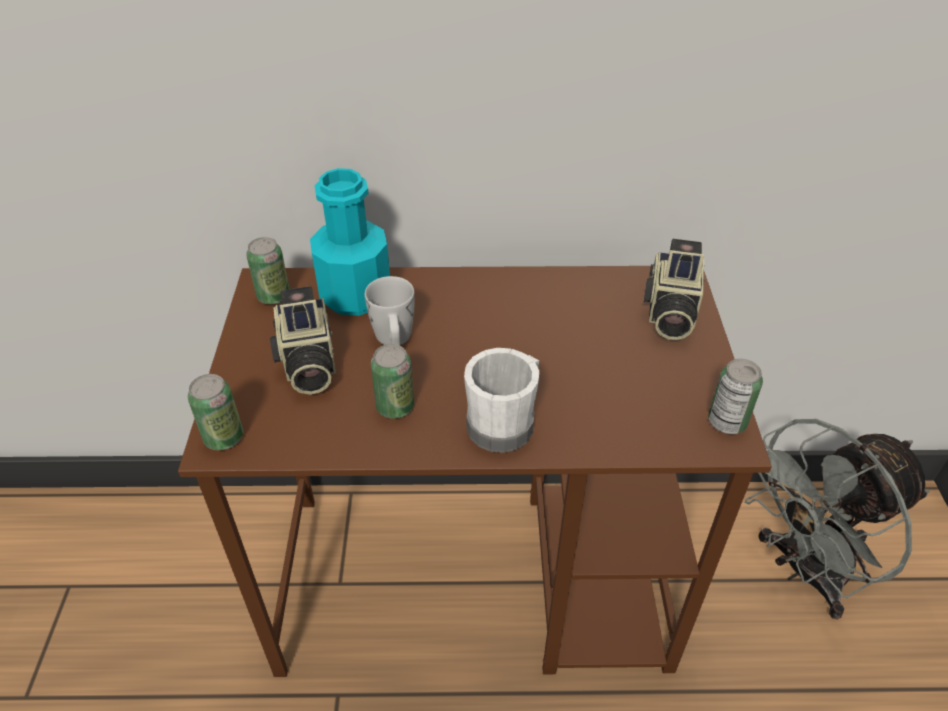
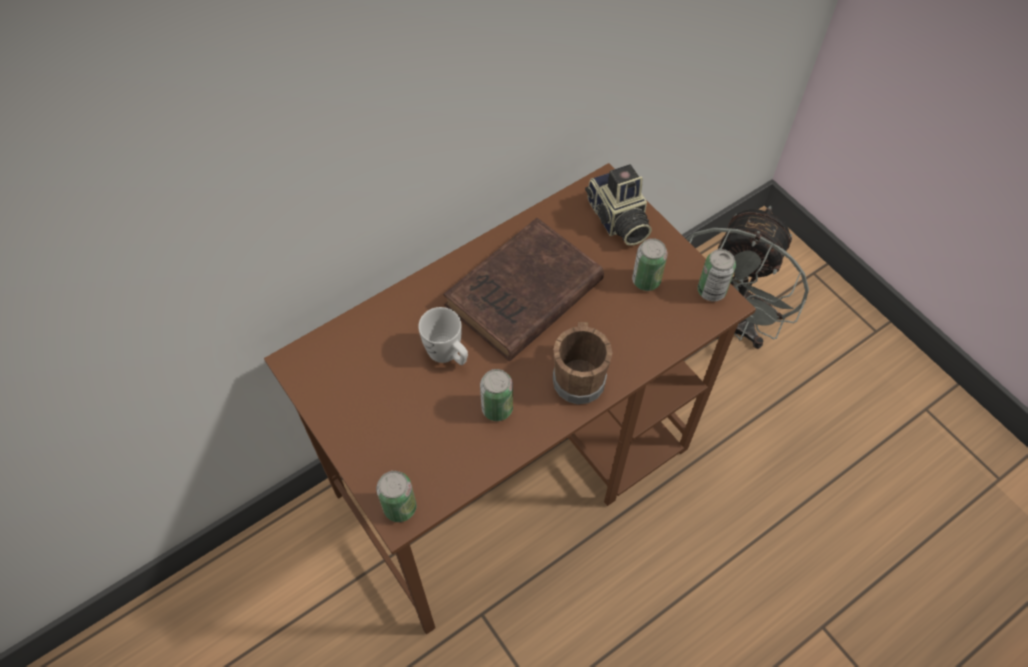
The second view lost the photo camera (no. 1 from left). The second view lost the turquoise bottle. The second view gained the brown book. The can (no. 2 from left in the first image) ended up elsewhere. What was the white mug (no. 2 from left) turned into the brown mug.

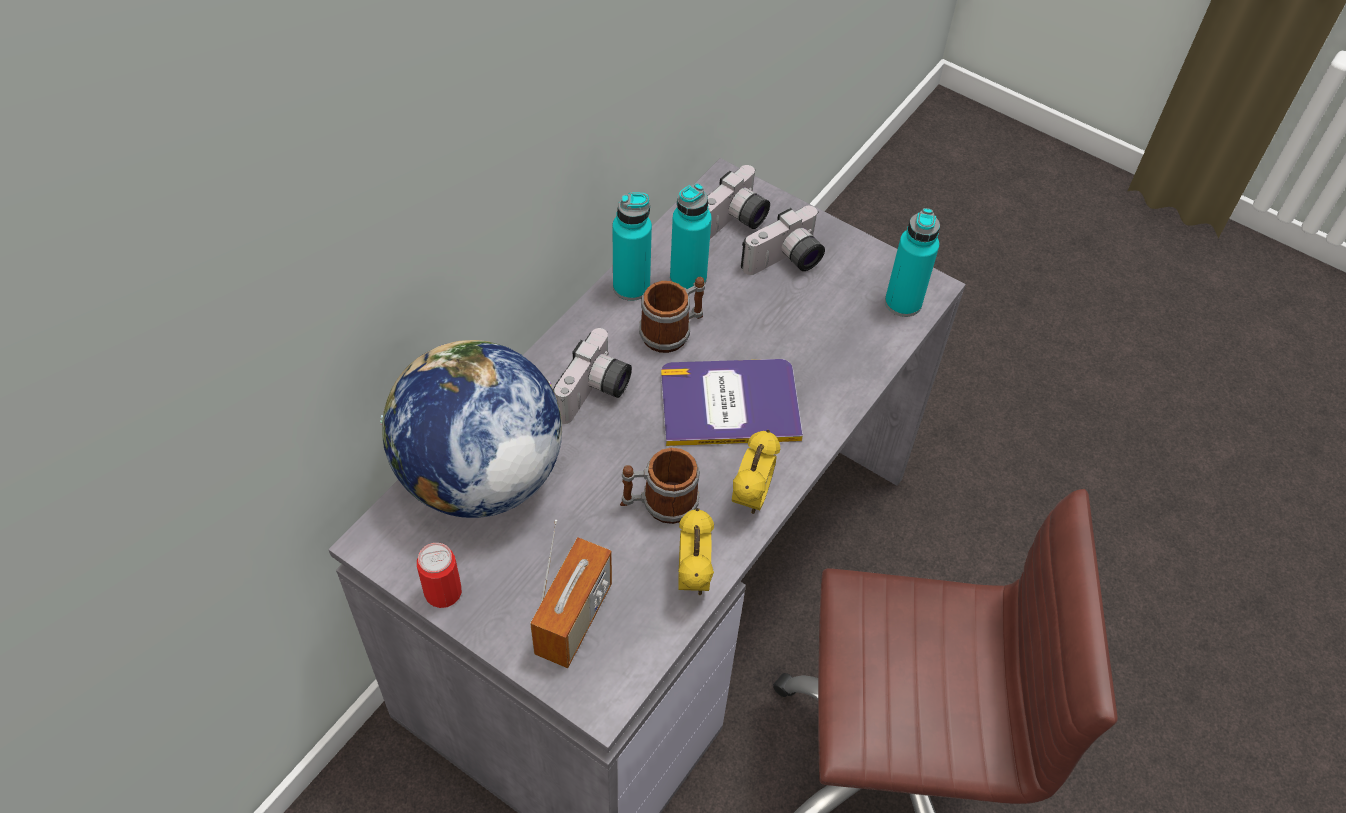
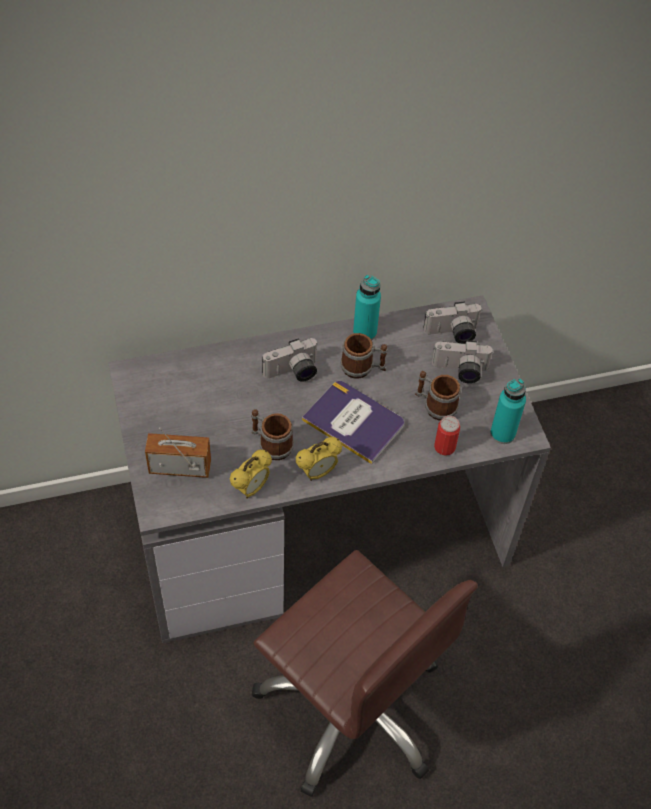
The second view lost the globe. The second view lost the turquoise bottle (no. 2 from left). The second view gained the mug (no. 3 from left). The can ended up elsewhere. The radio ended up facing another way, 150 degrees counterclockwise from before.

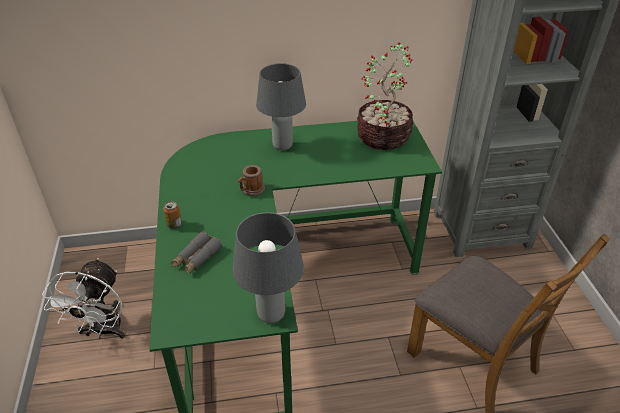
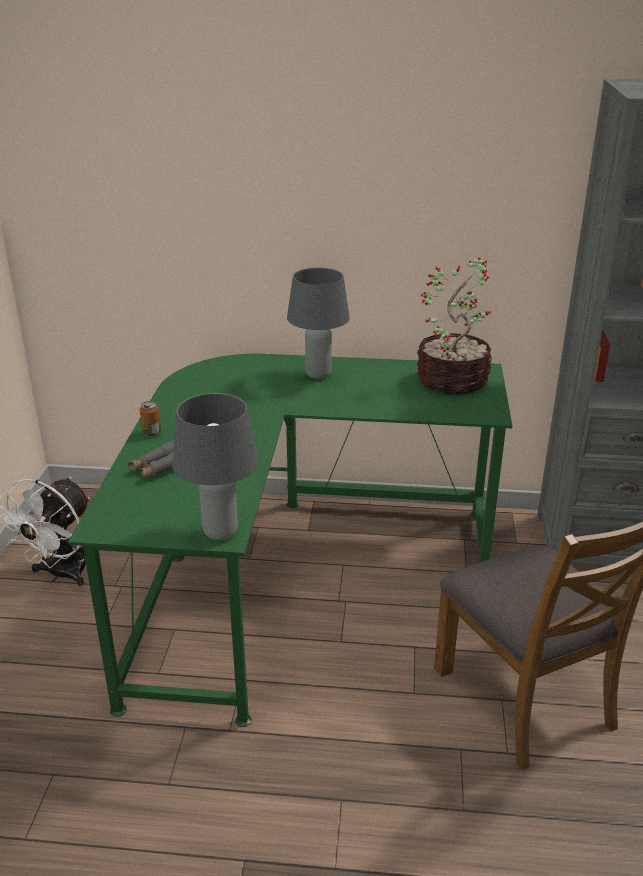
The second view lost the mug.

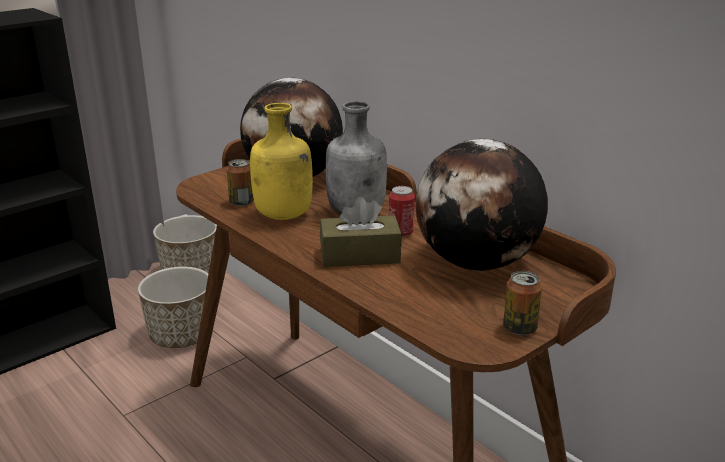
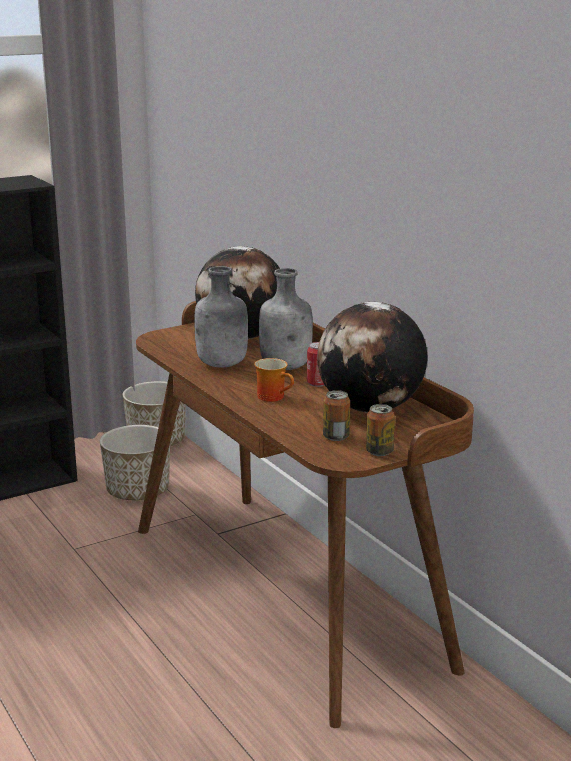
The can (no. 1 from left in the first image) ended up elsewhere. Where the brown tissue box stood, the mug came to stand. What was the yellow bottle turned into the grey bottle (no. 1 from left).

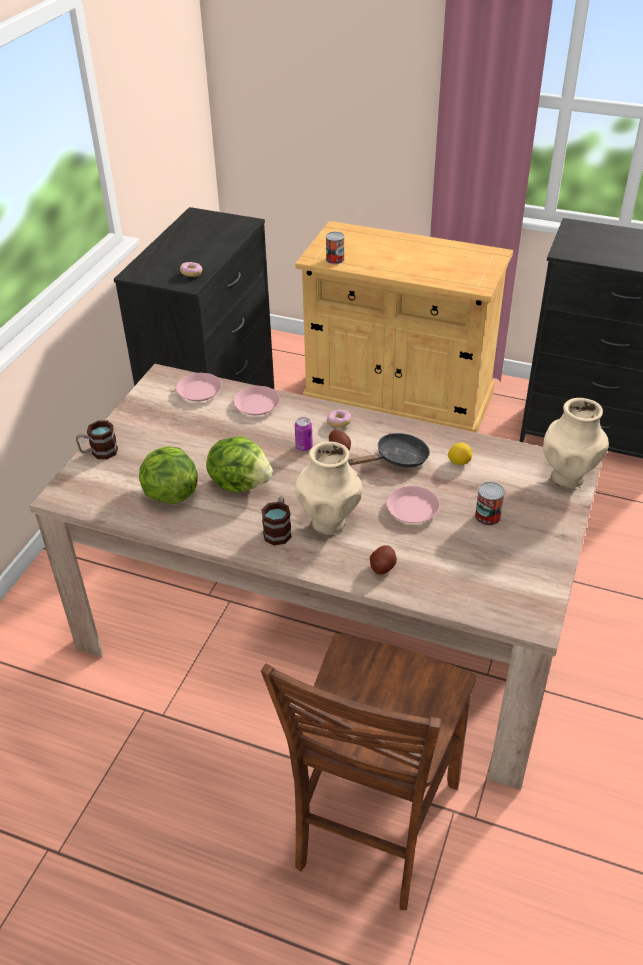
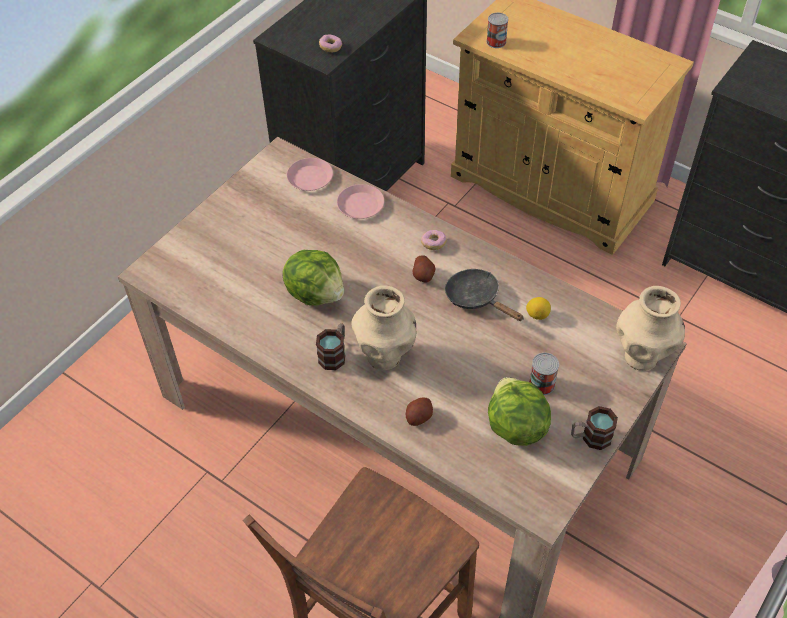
The second view lost the can (no. 1 from left). The second view lost the pink plate (no. 3 from left). The mug (no. 1 from left in the first image) ended up elsewhere. The lettuce (no. 1 from left in the first image) ended up elsewhere. The black frying pan ended up facing another way, 120 degrees counterclockwise from before.

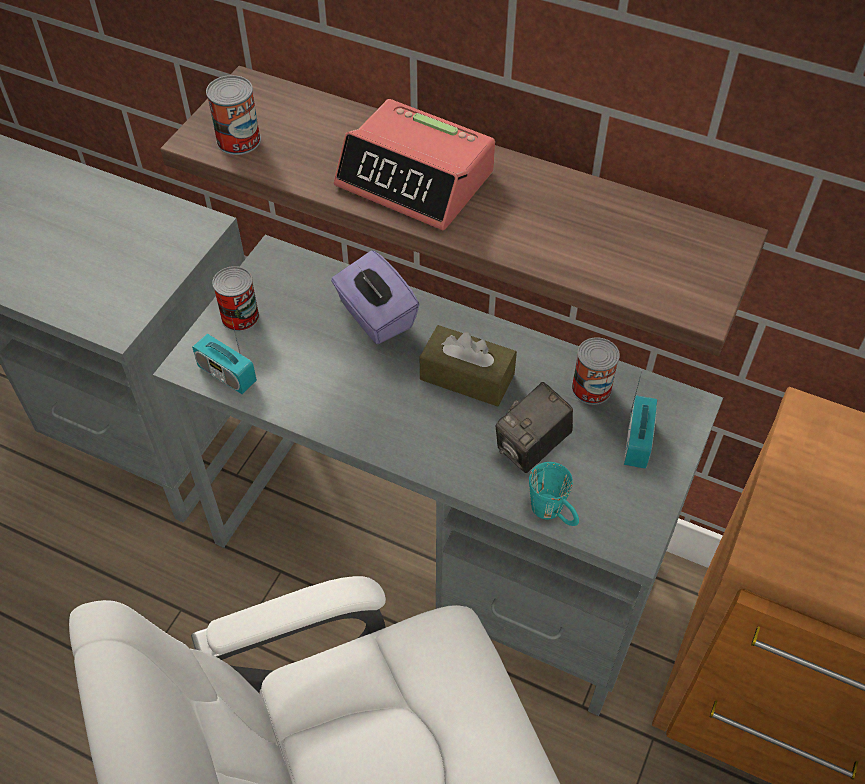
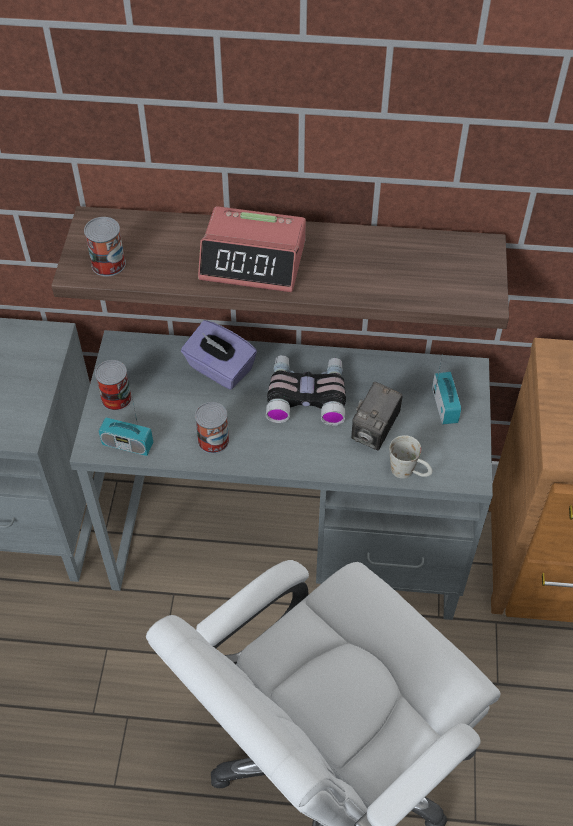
The can (no. 3 from left) ended up elsewhere. Where the brown tissue box stood, the binoculars came to stand. What was the turquoise mug turned into the white mug.

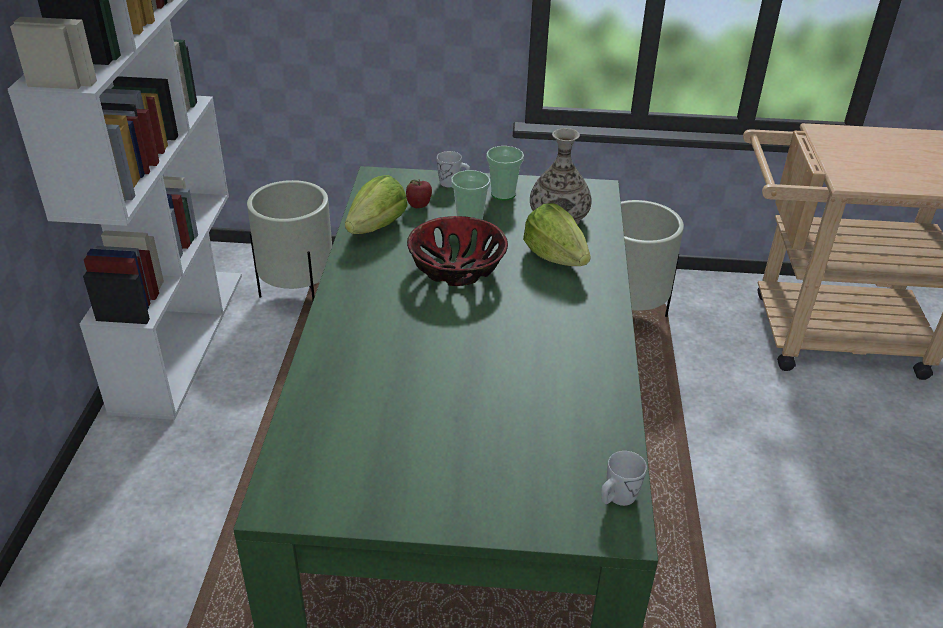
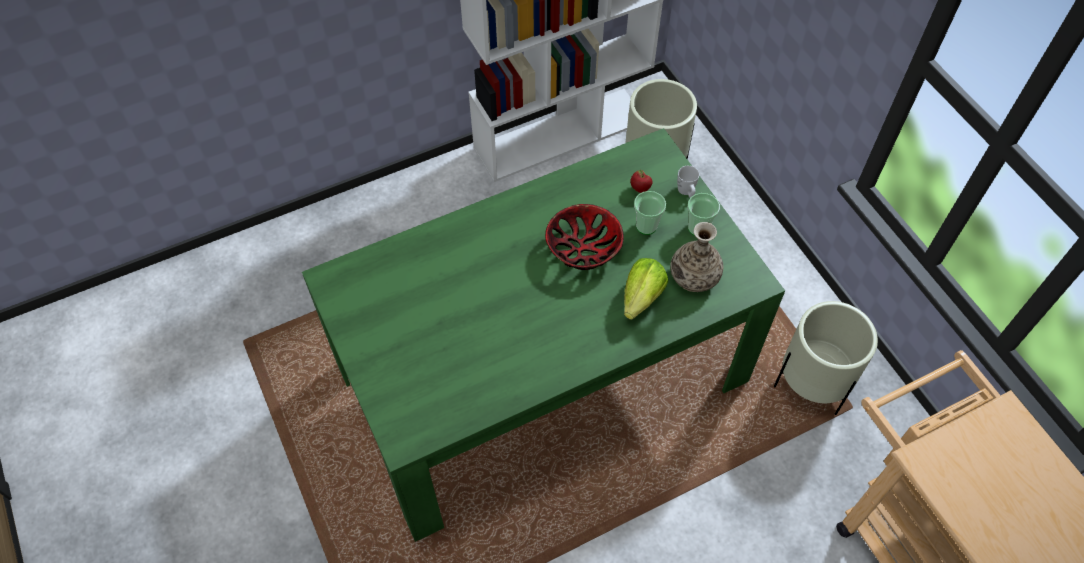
The second view lost the lettuce (no. 1 from left). The second view lost the white mug (no. 2 from left).

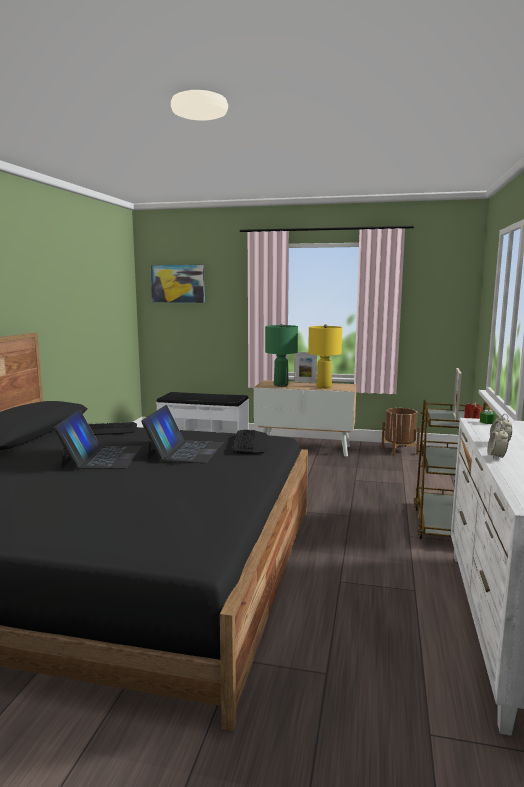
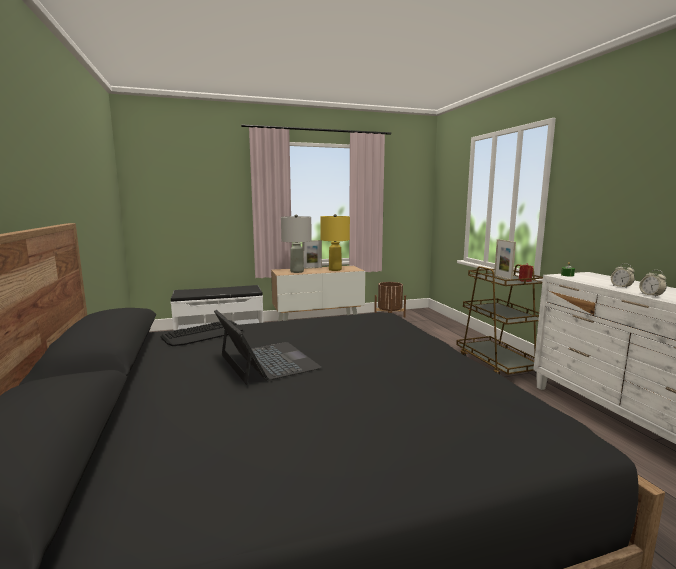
The second view lost the laptop (no. 2 from left). The second view lost the picture. The second view lost the keyboard (no. 2 from left). What was the green table lamp turned into the grey table lamp.

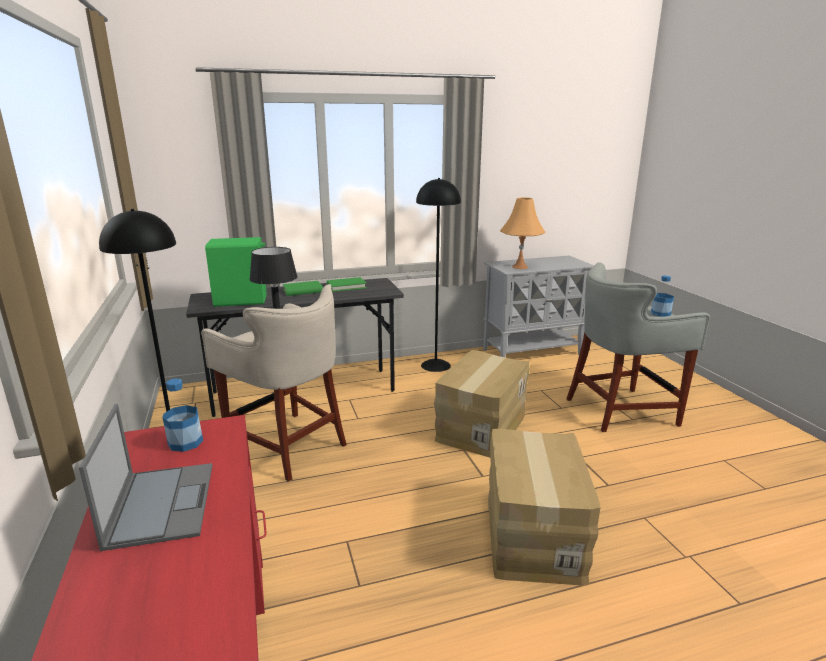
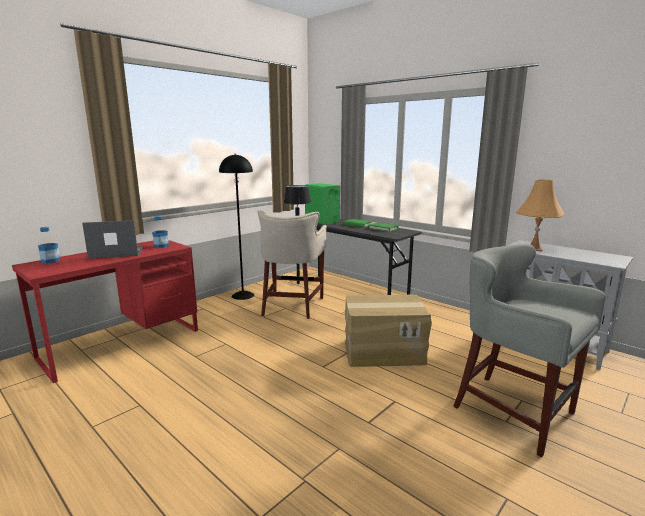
The second view lost the black floor lamp (no. 2 from left). The second view lost the cardboard box (no. 2 from left). The bottle (no. 2 from left in the first image) ended up elsewhere. The laptop ended up facing another way, 150 degrees counterclockwise from before.

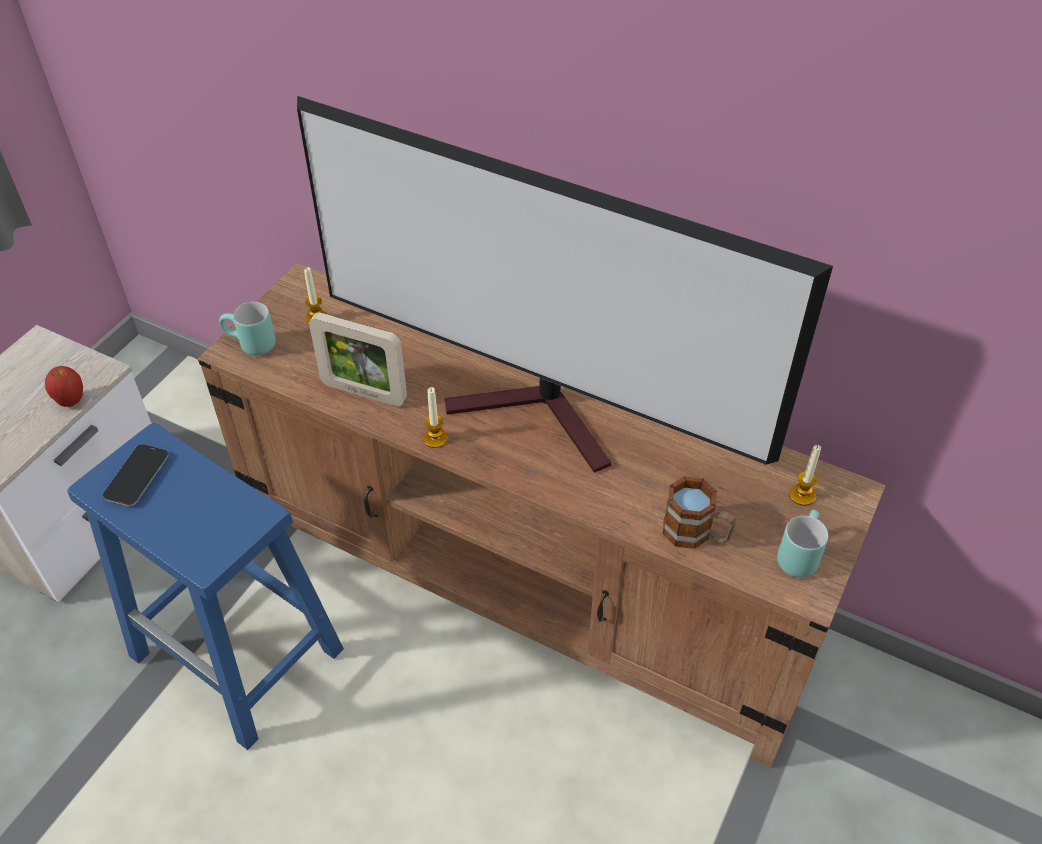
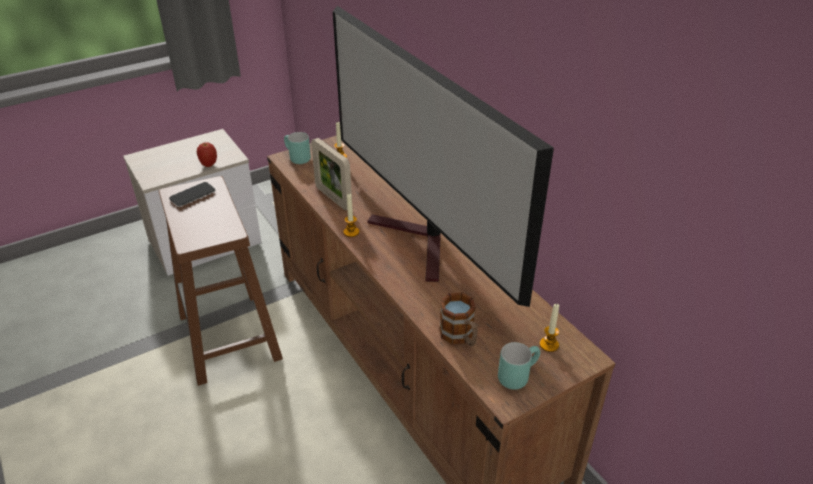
What was the blue stool turned into the brown stool.

